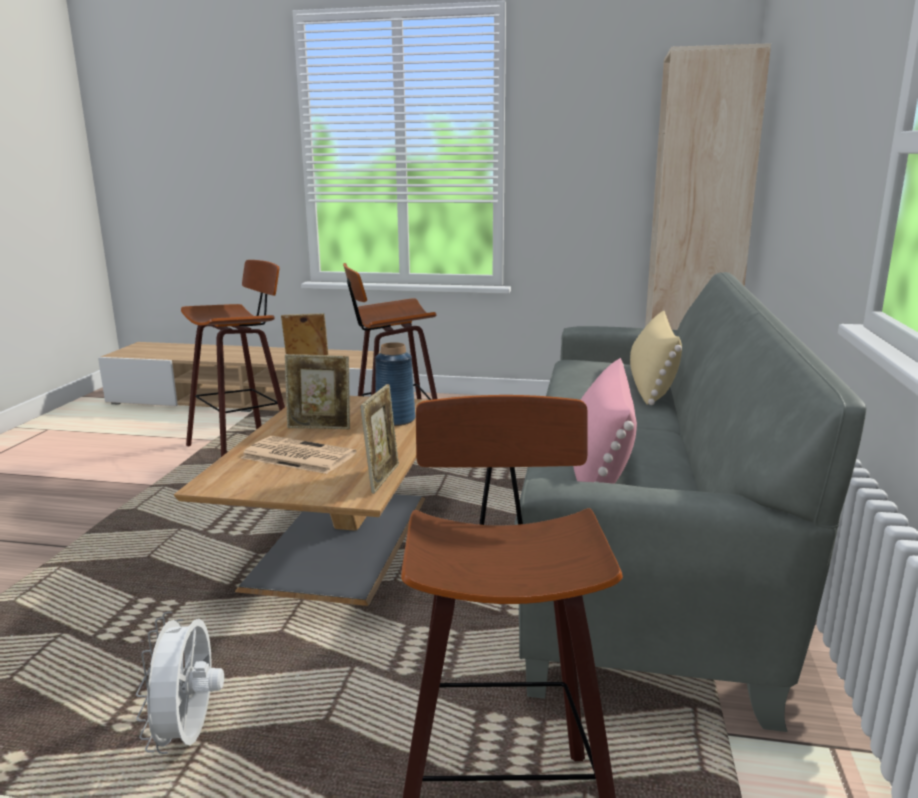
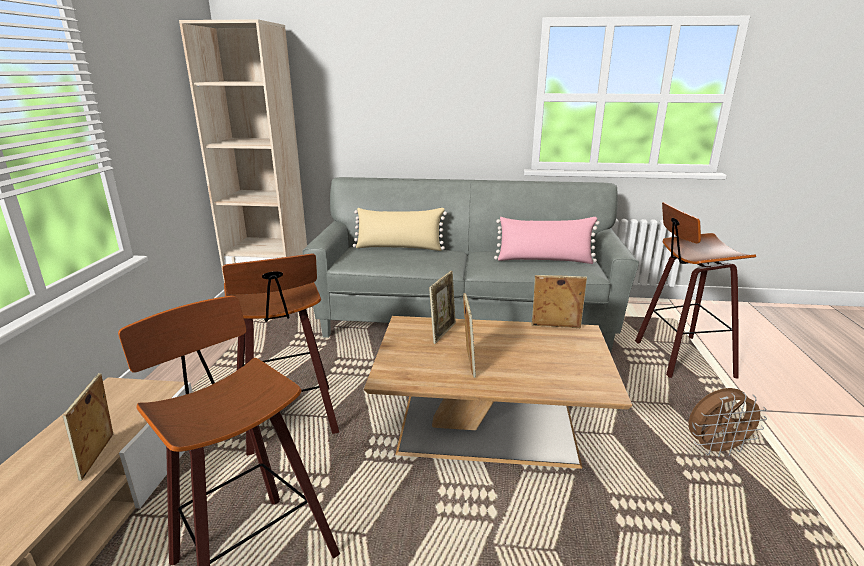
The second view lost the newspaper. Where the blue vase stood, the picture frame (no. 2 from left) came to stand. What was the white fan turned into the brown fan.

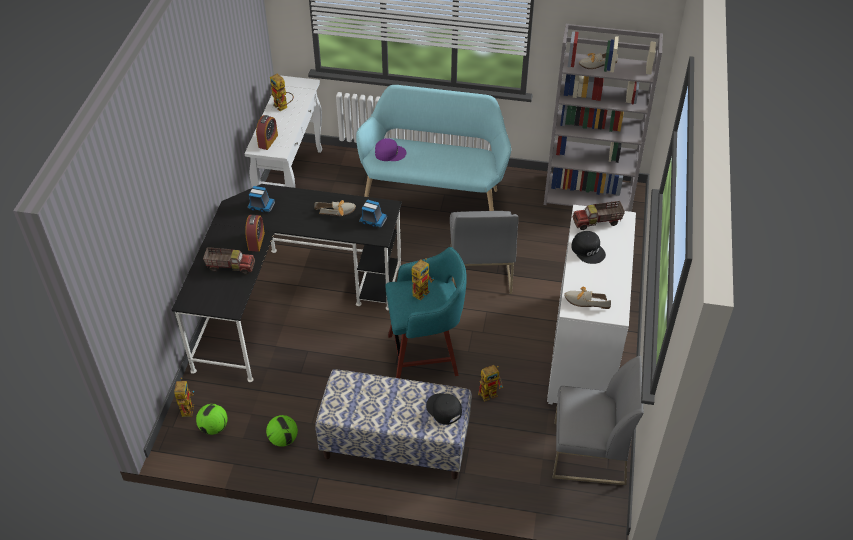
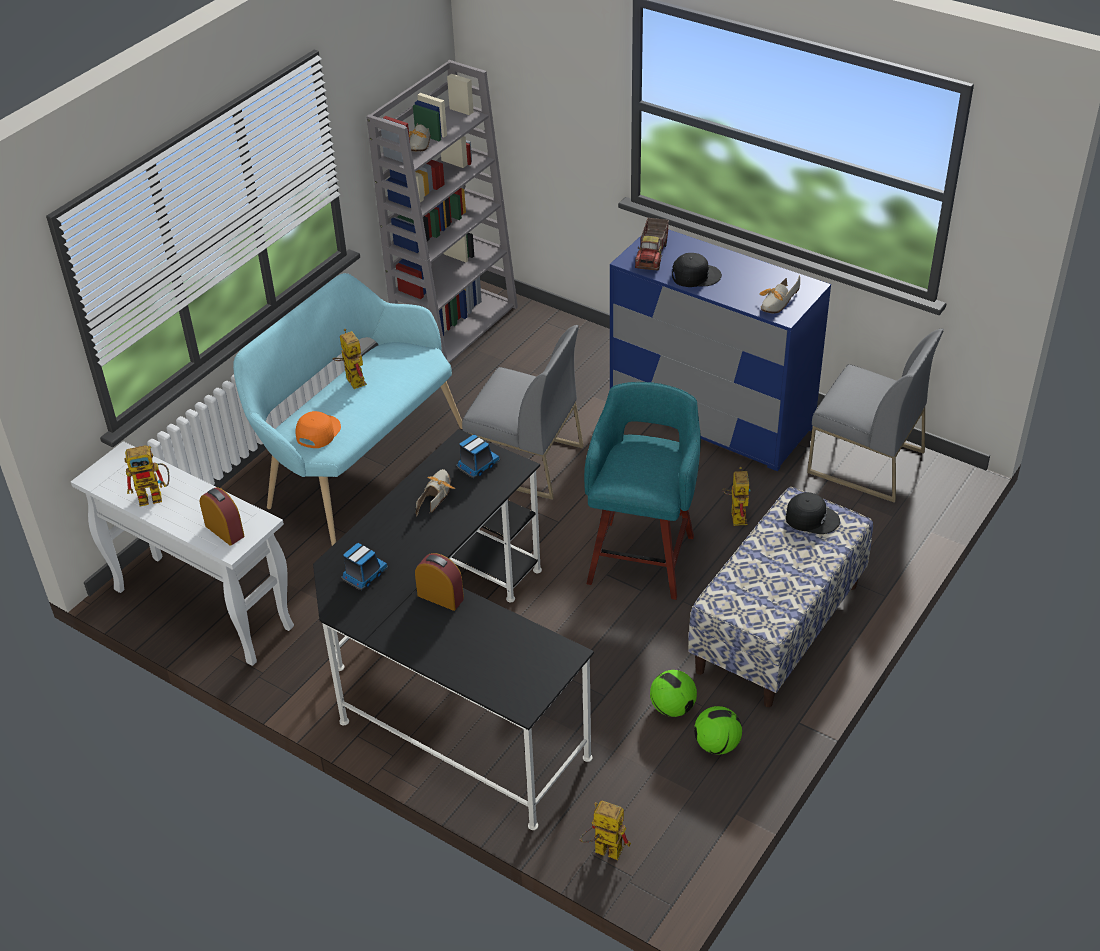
The second view lost the toy truck (no. 1 from left). The football (no. 1 from left) ended up elsewhere. The toy robot (no. 3 from left in the first image) ended up elsewhere. What was the purple cap turned into the orange cap. What was the white dresser turned into the blue dresser. The black cap (no. 1 from left in the first image) ended up facing another way, 150 degrees counterclockwise from before. The grey chair (no. 2 from left) ended up facing another way, 90 degrees clockwise from before.

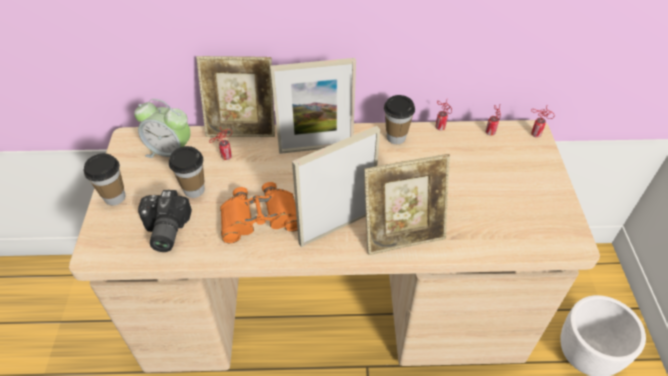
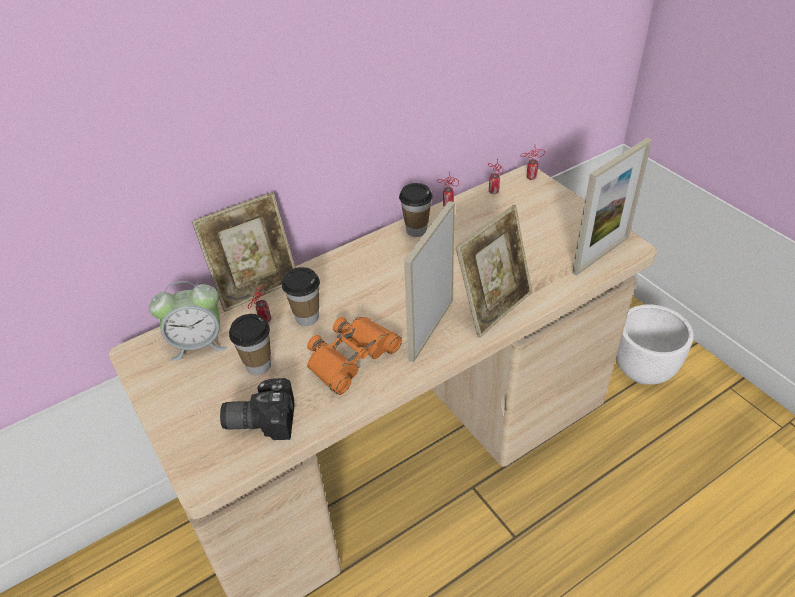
The cup (no. 1 from left in the first image) ended up elsewhere. The picture frame (no. 2 from left in the first image) ended up elsewhere. The photo camera ended up facing another way, 120 degrees clockwise from before.

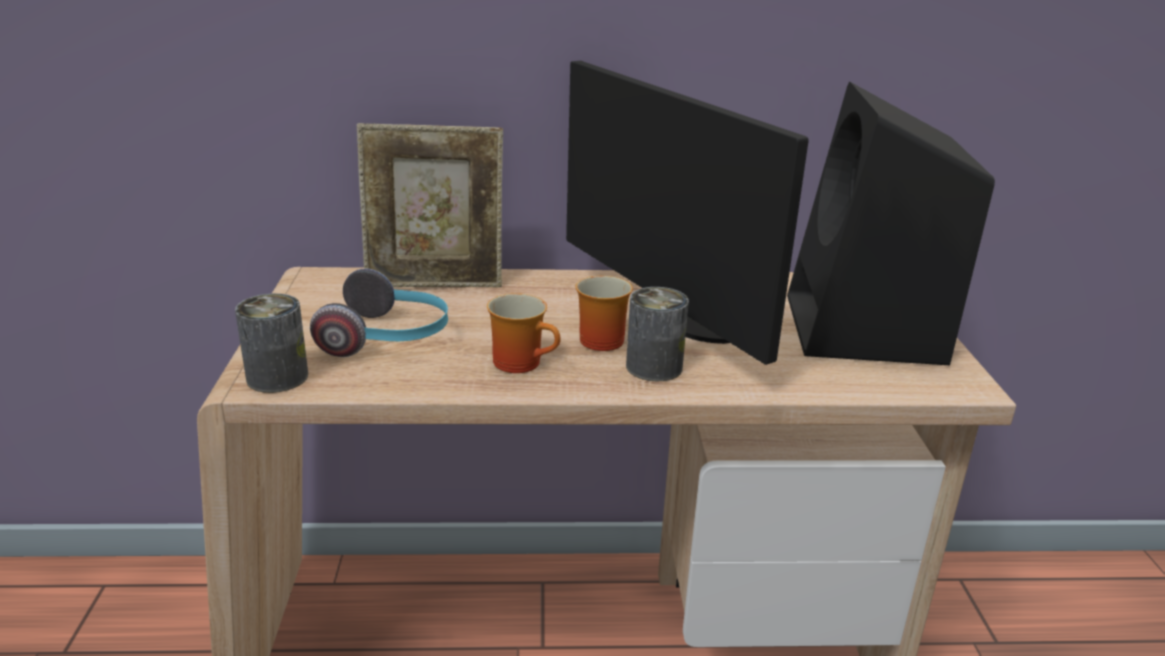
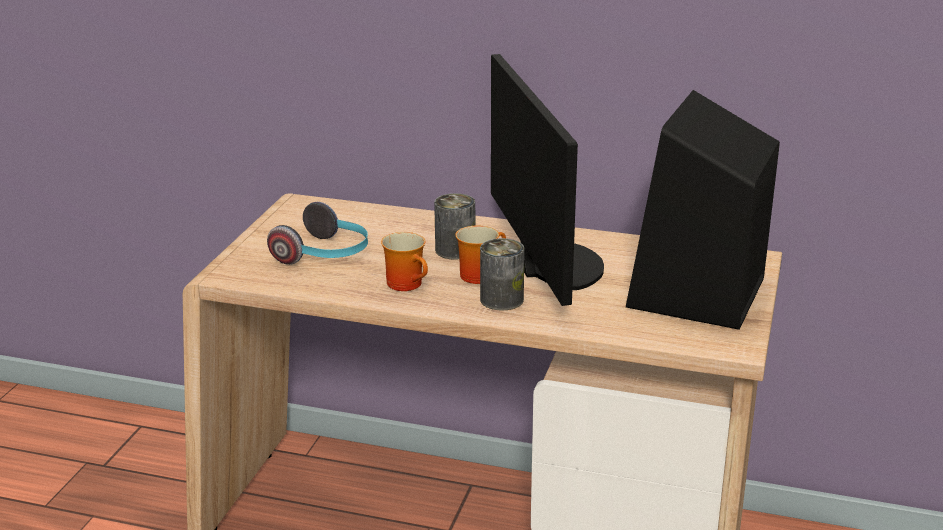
The second view lost the picture frame. The can (no. 1 from left) ended up elsewhere.

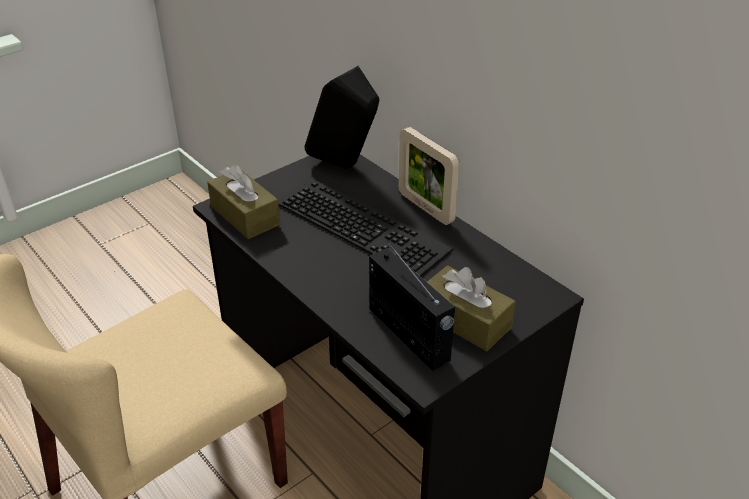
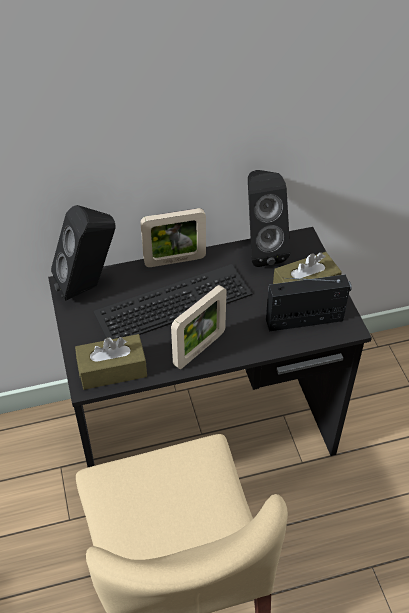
The second view gained the picture frame (no. 2 from left). The second view gained the black speaker (no. 2 from left).

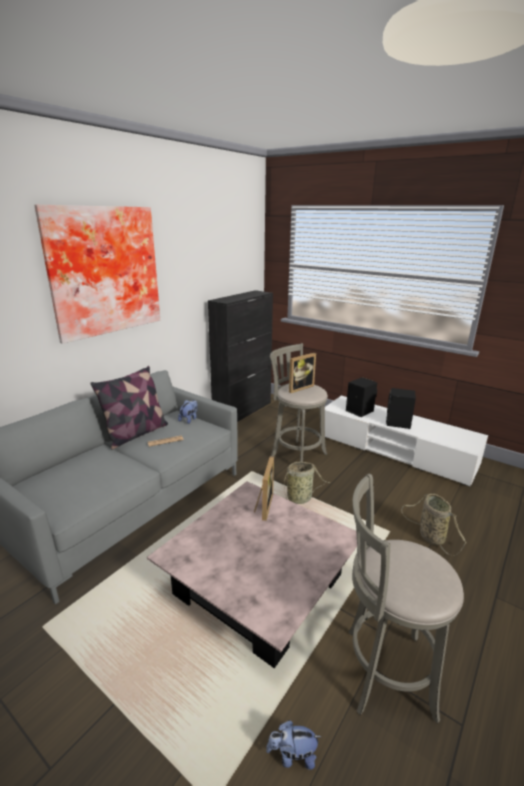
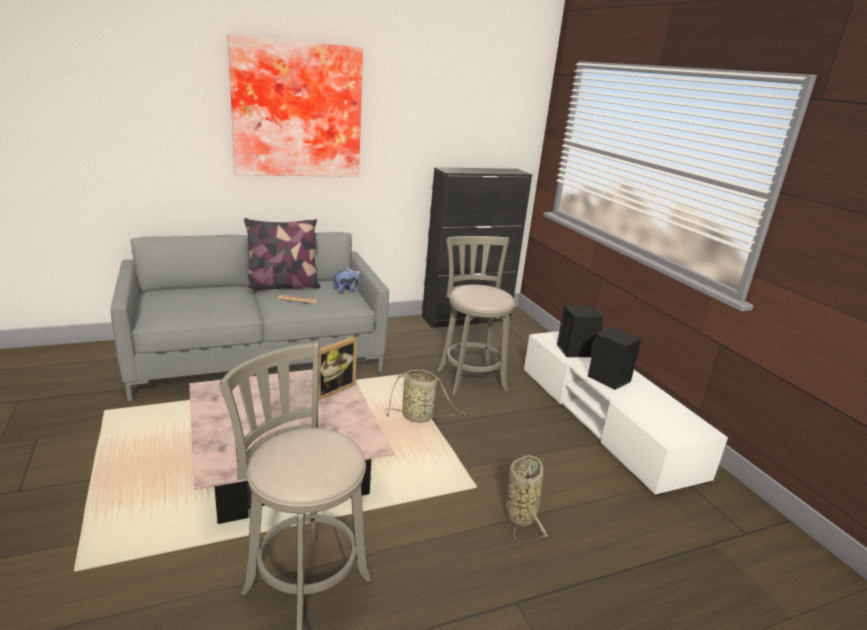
The second view lost the plush toy (no. 2 from left). The second view lost the picture frame (no. 2 from left).

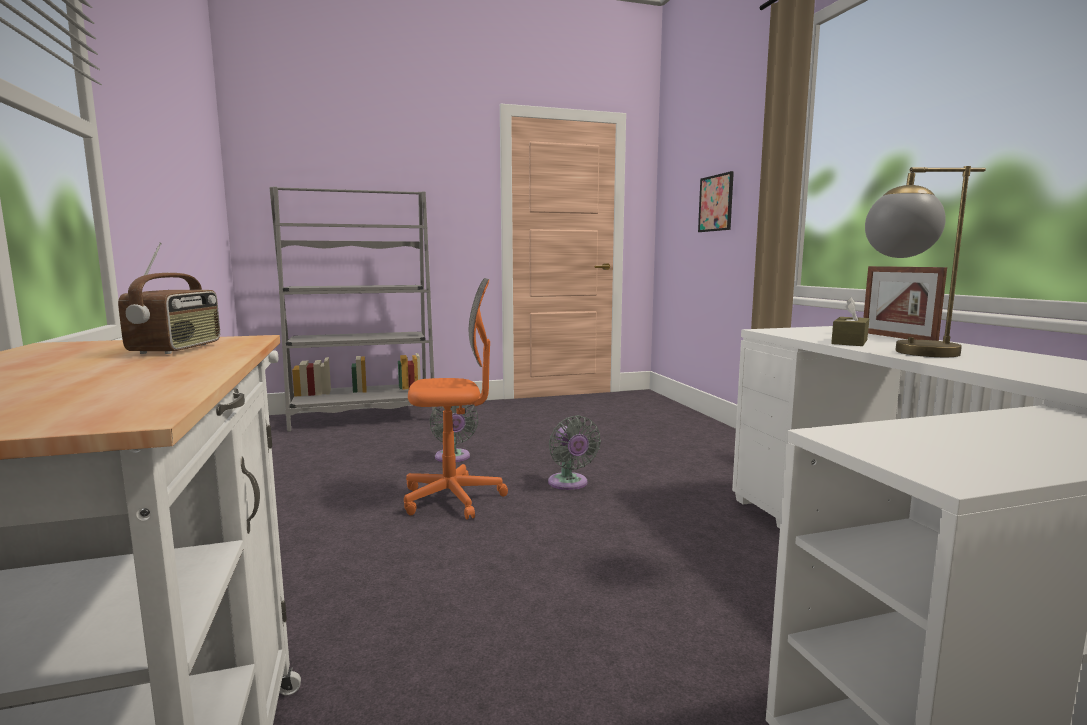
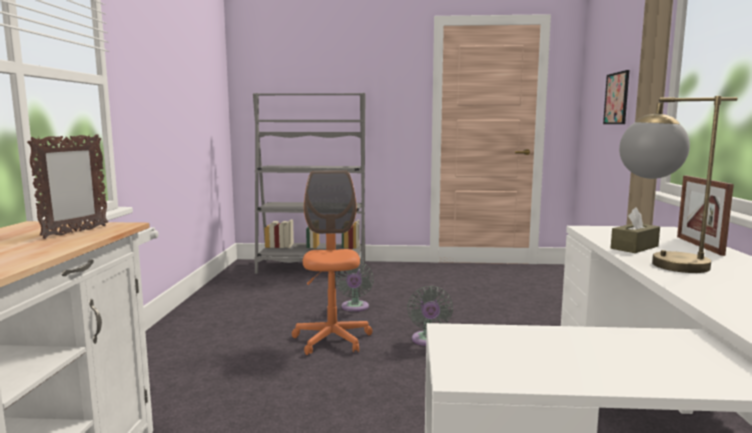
Where the radio stood, the picture frame (no. 1 from left) came to stand. The orange office chair ended up facing another way, 105 degrees counterclockwise from before.

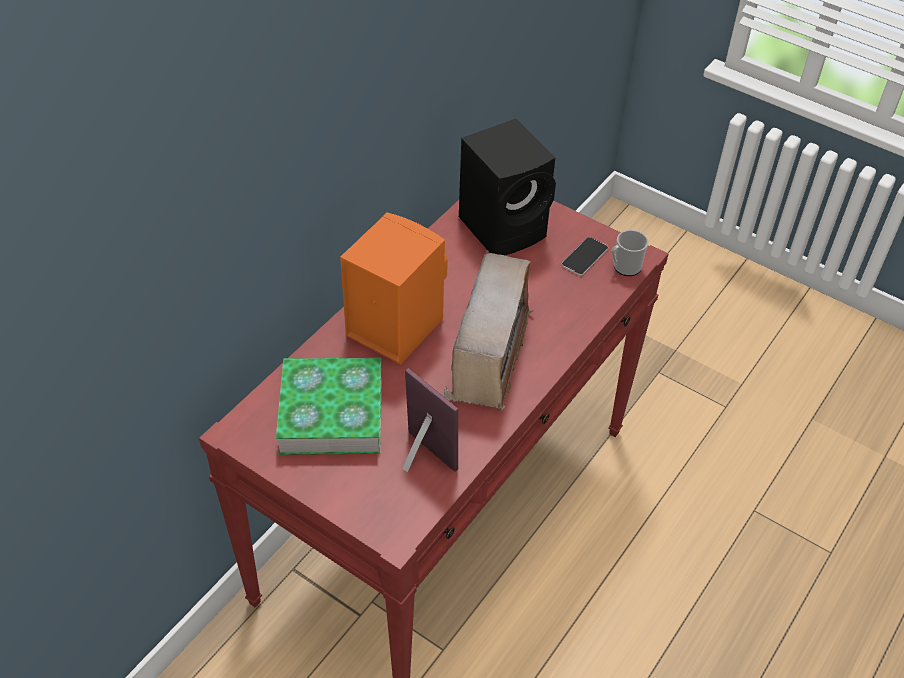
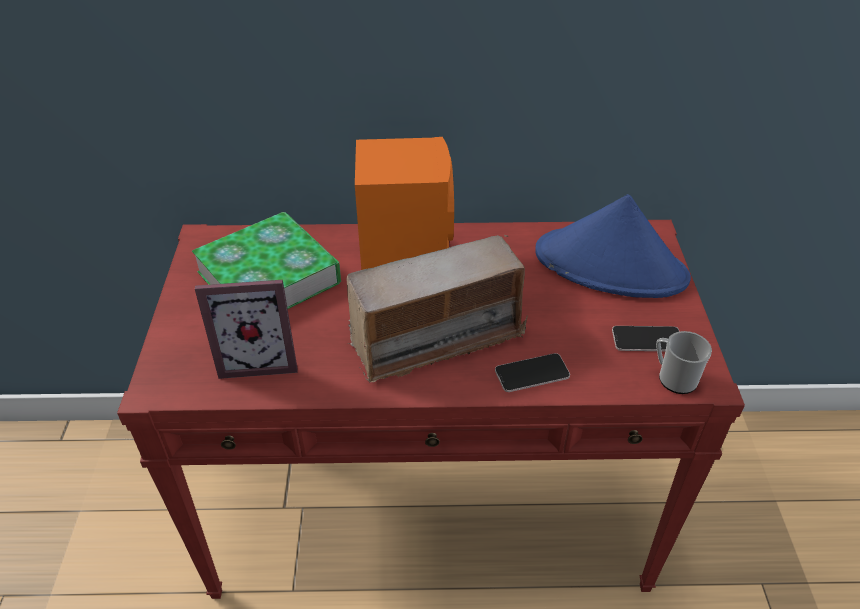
The second view gained the phone (no. 1 from left). Where the black speaker stood, the blue hat came to stand. The picture frame ended up facing another way, 75 degrees clockwise from before.

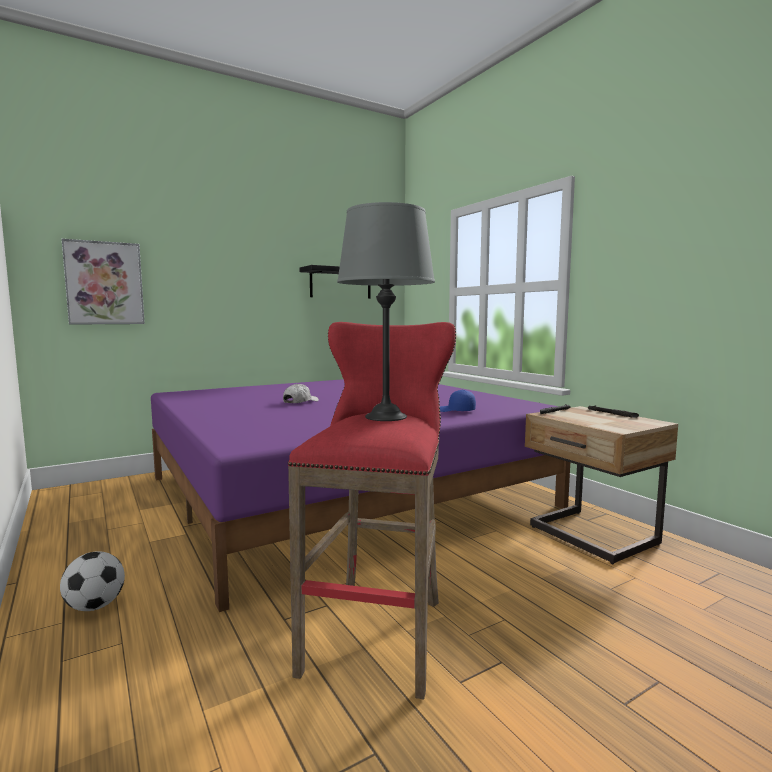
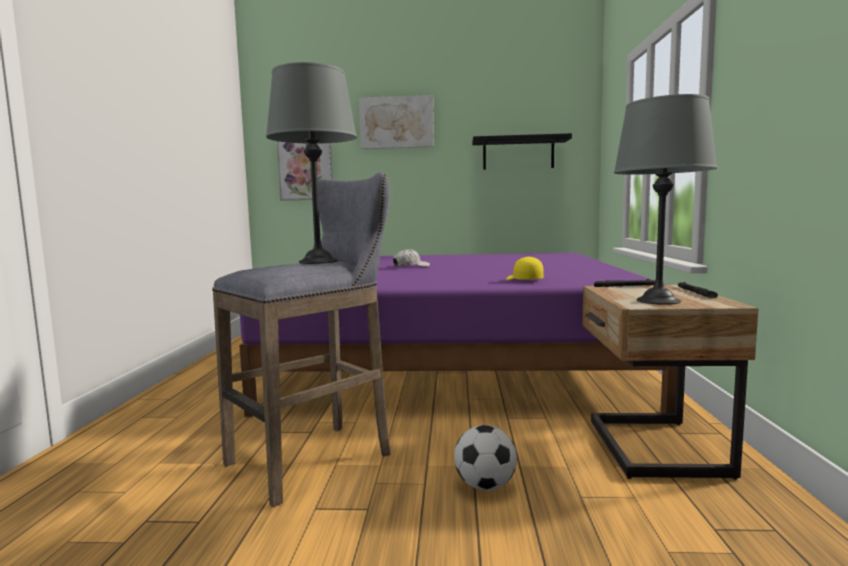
The second view gained the picture (no. 2 from left). The second view gained the grey table lamp (no. 2 from left). The football ended up elsewhere. What was the red stool turned into the grey stool. What was the blue cap turned into the yellow cap.

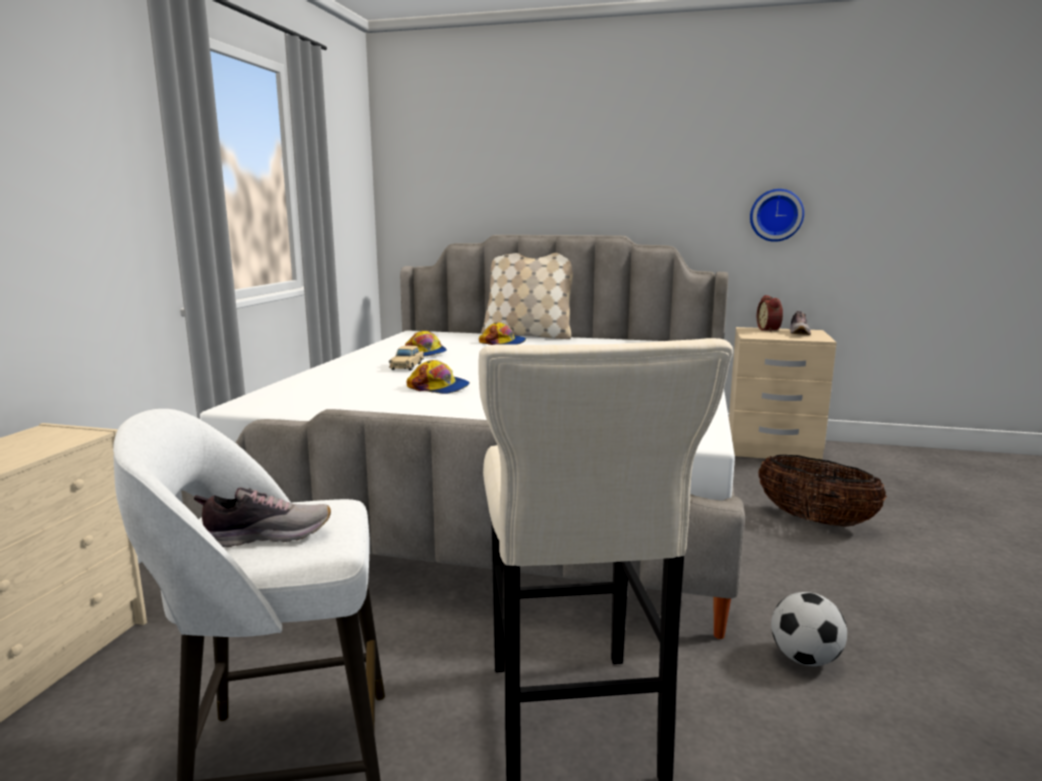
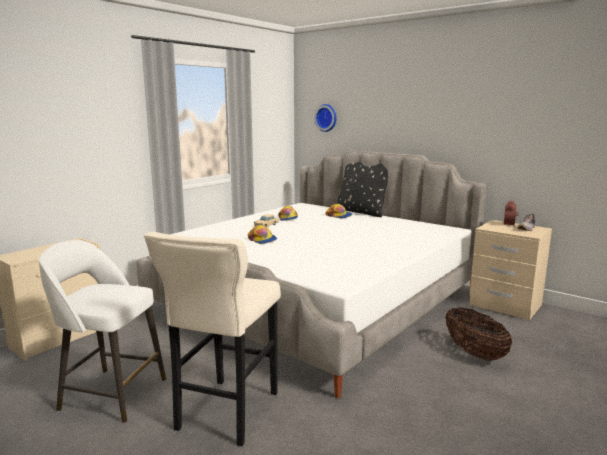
The second view lost the shoe (no. 1 from left). The second view lost the football. The wall clock ended up elsewhere. What was the beige pillow turned into the black pillow.

